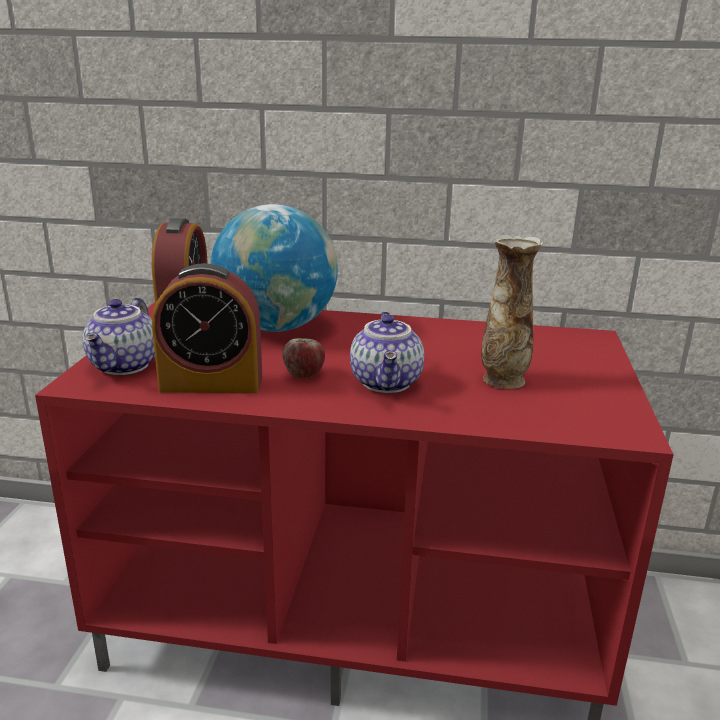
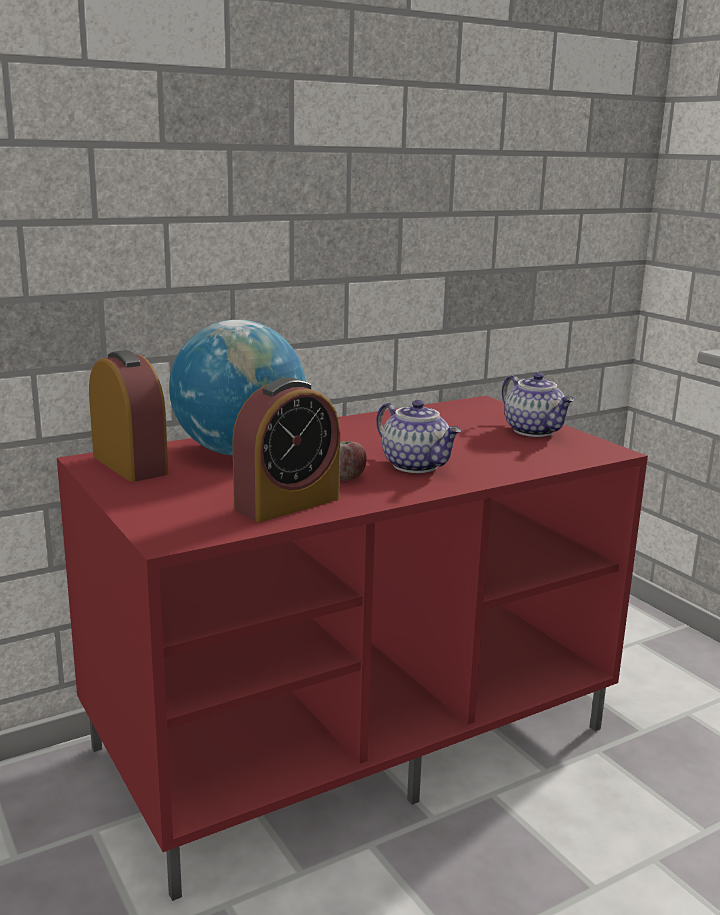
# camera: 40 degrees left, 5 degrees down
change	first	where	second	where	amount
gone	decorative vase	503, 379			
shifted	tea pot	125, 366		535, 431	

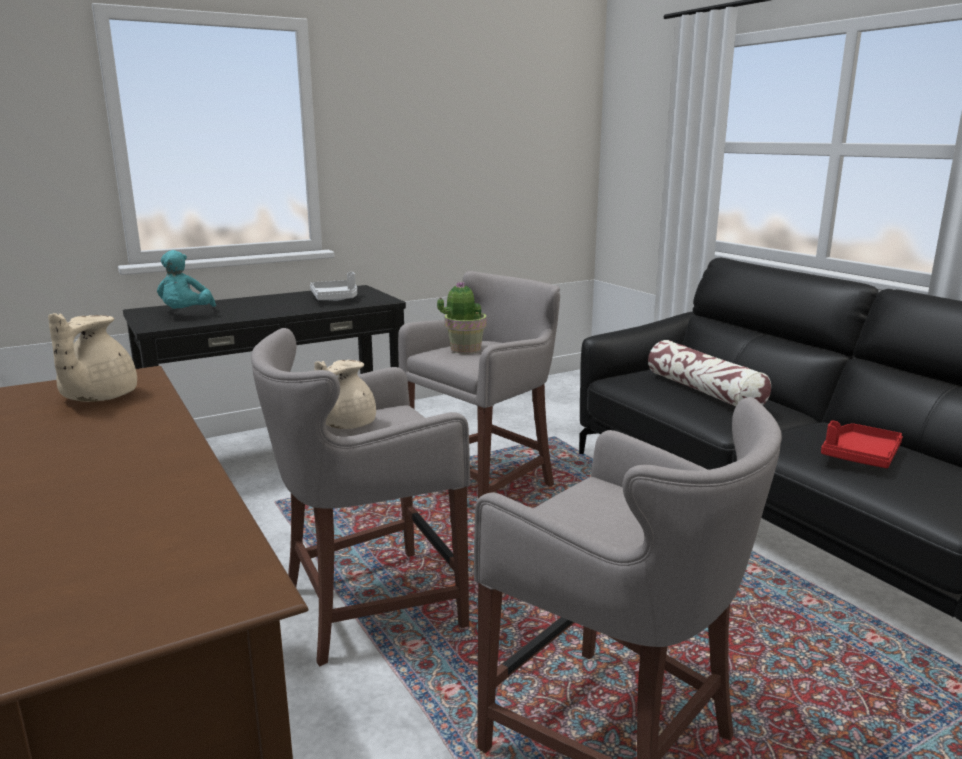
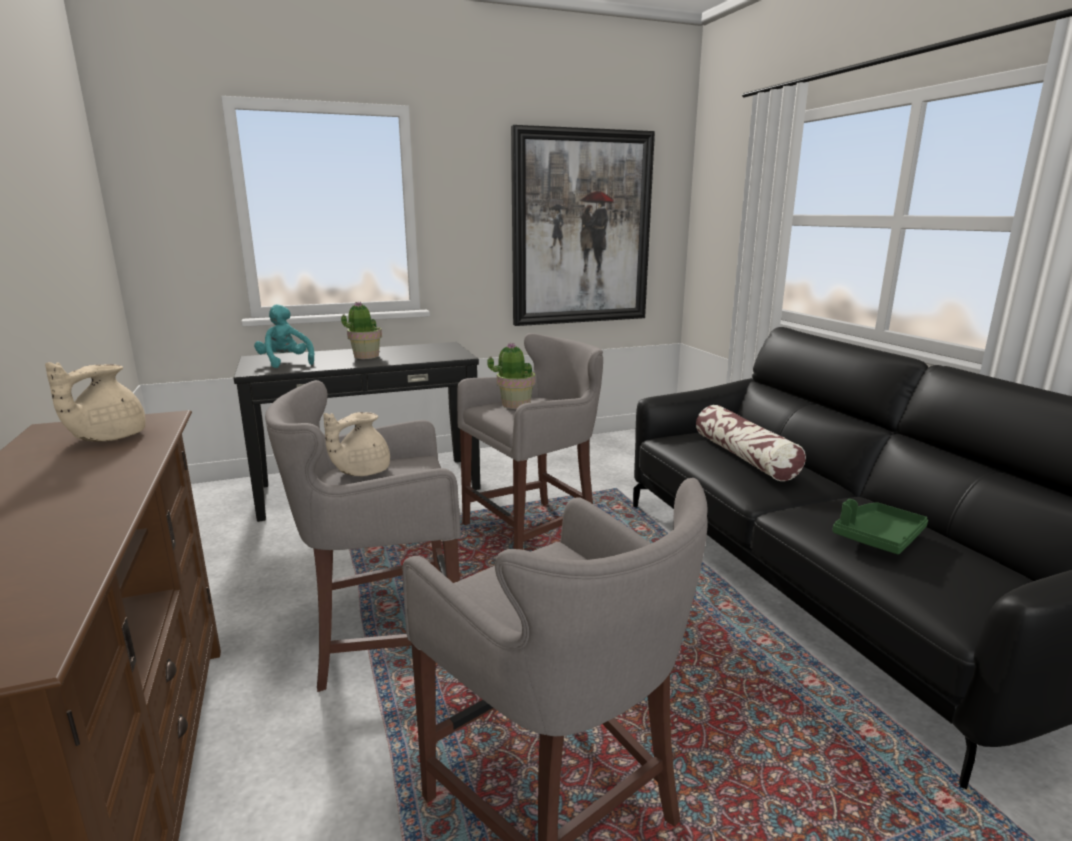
# camera: 10 degrees right, 0 degrees up
change	first	where	second	where	amount
rotated	cuddly toy (blue-green)	186, 314		285, 363	135 degrees clockwise
gone	carrying tray (gray)	335, 298			
repainted	carrying tray (reddish)	860, 455	carrying tray (green-coloured)	877, 537	
new			picture	581, 229	
new			plant in a pot	365, 356	

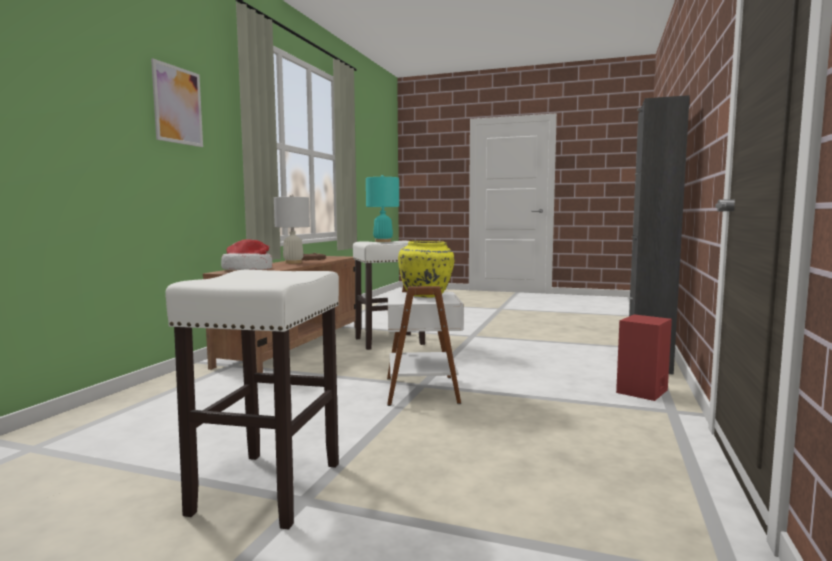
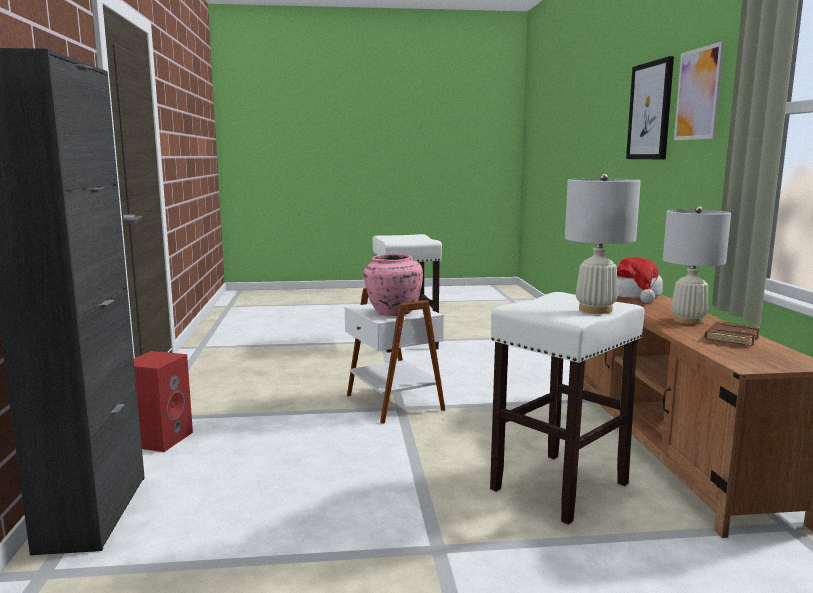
# camera: 155 degrees right, 5 degrees up
change	first	where	second	where	amount
repainted	lamp for a table (blue-green)	383, 241	lamp for a table (whitish)	595, 309	
repainted	decorative vase (yellow-coloured)	426, 295	decorative vase (pinkish)	392, 312	
new			picture	650, 111	

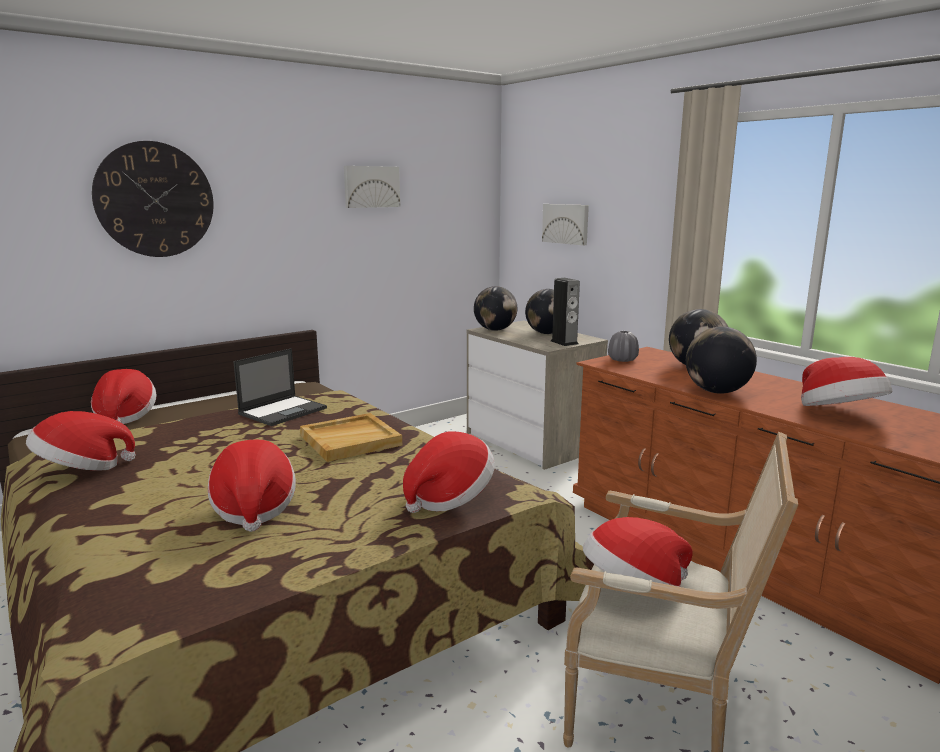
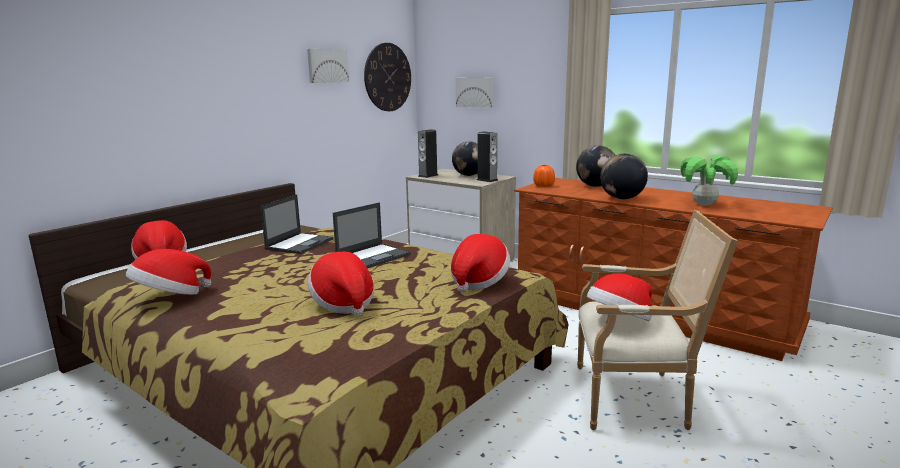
# camera: 15 degrees left, 0 degrees up
change	first	where	second	where	amount
shifted	hanging clock	155, 200		387, 77	
swapped	desk globe	495, 330	speaker	428, 175	
repainted	decorative vase (gray)	622, 359	decorative vase (orange)	543, 186	
swapped	wearable hat	838, 415	plant in a pot	704, 204	
swapped	carrying tray (beige-coloured)	351, 440	laptop	373, 256	

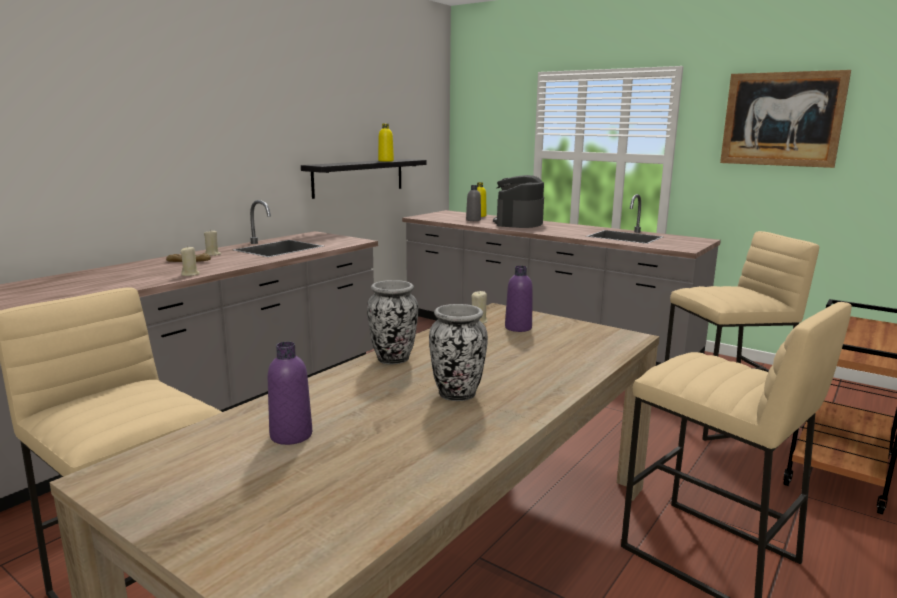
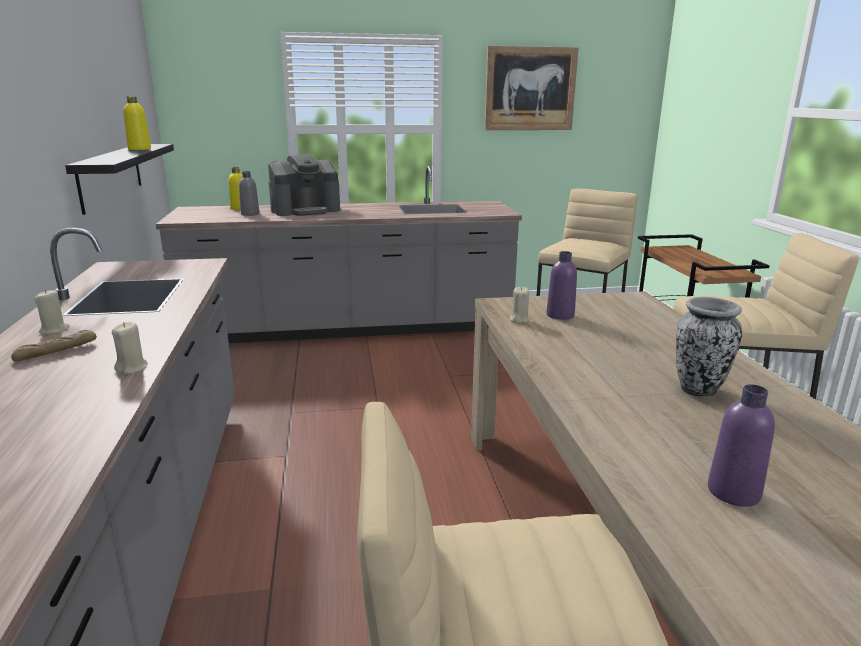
# camera: 45 degrees left, 5 degrees up
change	first	where	second	where	amount
rotated	coffee brewer	518, 223		305, 210	90 degrees counterclockwise
gone	decorative vase	393, 360			

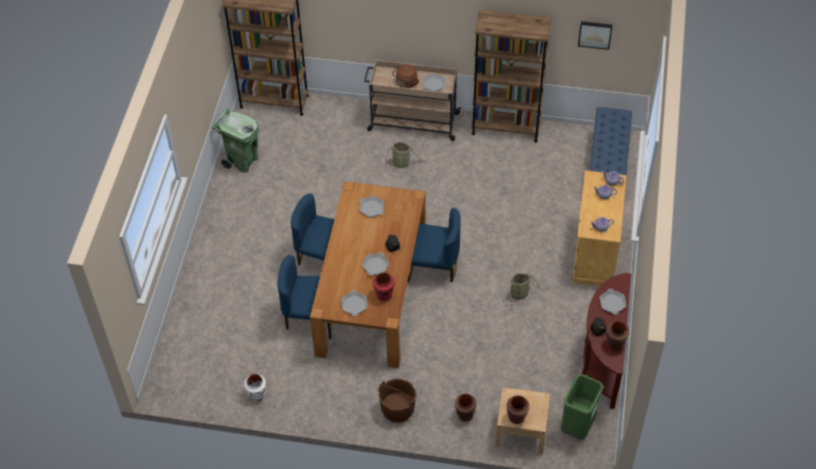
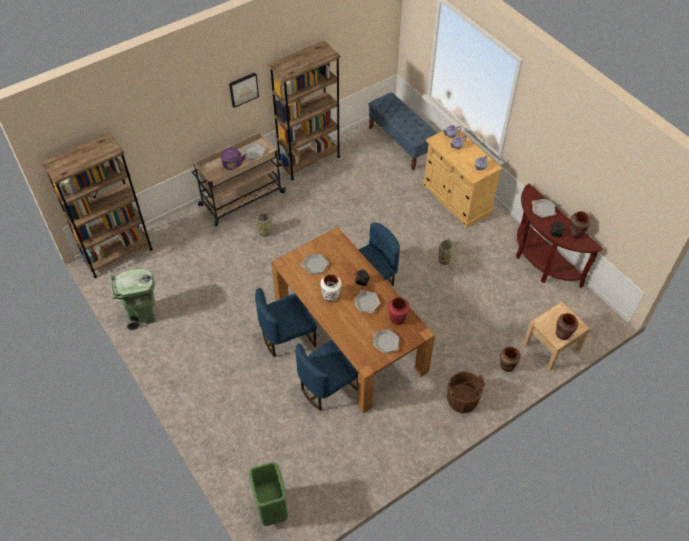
# camera: 45 degrees left, 0 degrees up
change	first	where	second	where	amount
shifted	picture	595, 34		243, 89	
repainted	tea kettle (brownish)	406, 84	tea kettle (purple)	232, 165	
shifted	decorative vase (whitish)	257, 395		331, 296	
shifted	waste bin (green-coloured)	577, 426		271, 509	

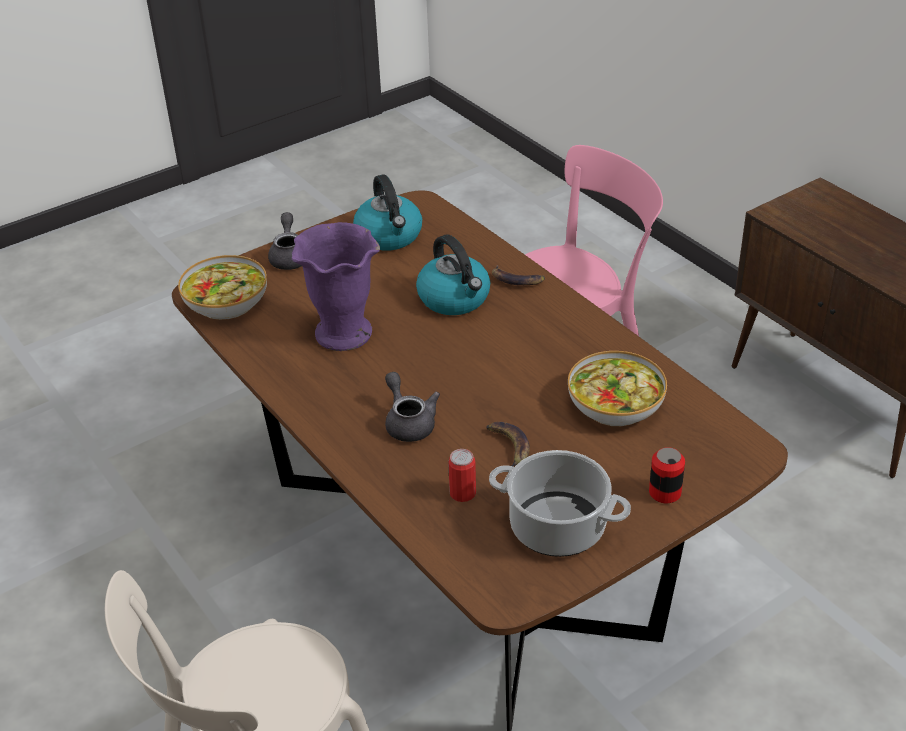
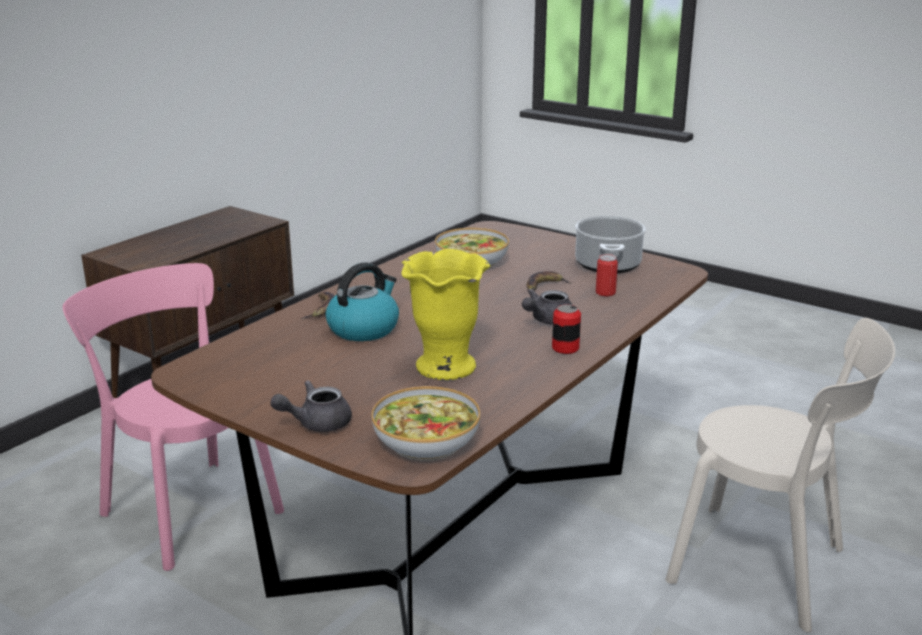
# camera: 110 degrees left, 15 degrees down
change	first	where	second	where	amount
gone	tea kettle	389, 236			
repainted	decorative vase (purple)	344, 333	decorative vase (yellow-coloured)	445, 366	
shifted	metal can	665, 492		565, 348	

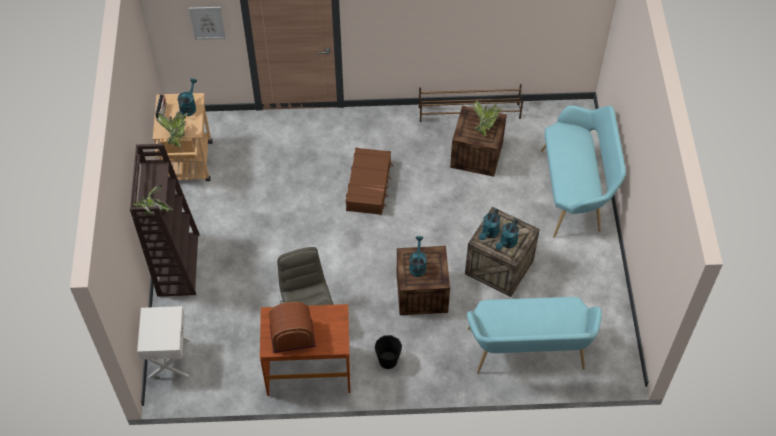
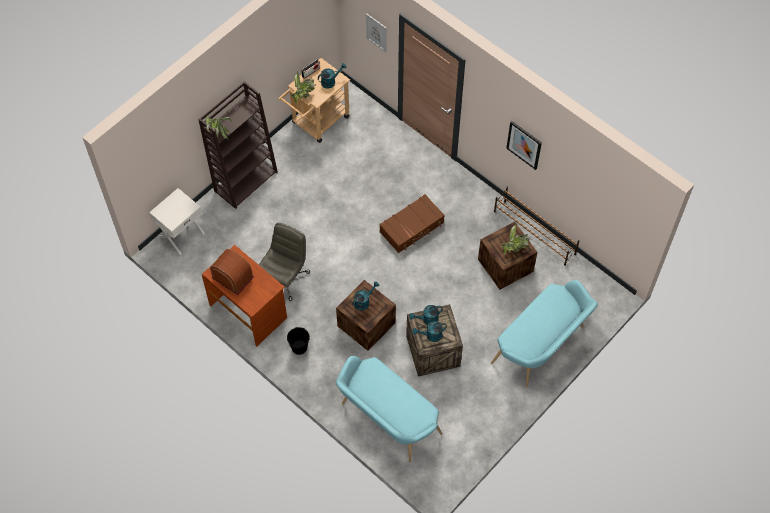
# camera: 45 degrees right, 5 degrees up
change	first	where	second	where	amount
new			picture	524, 144	

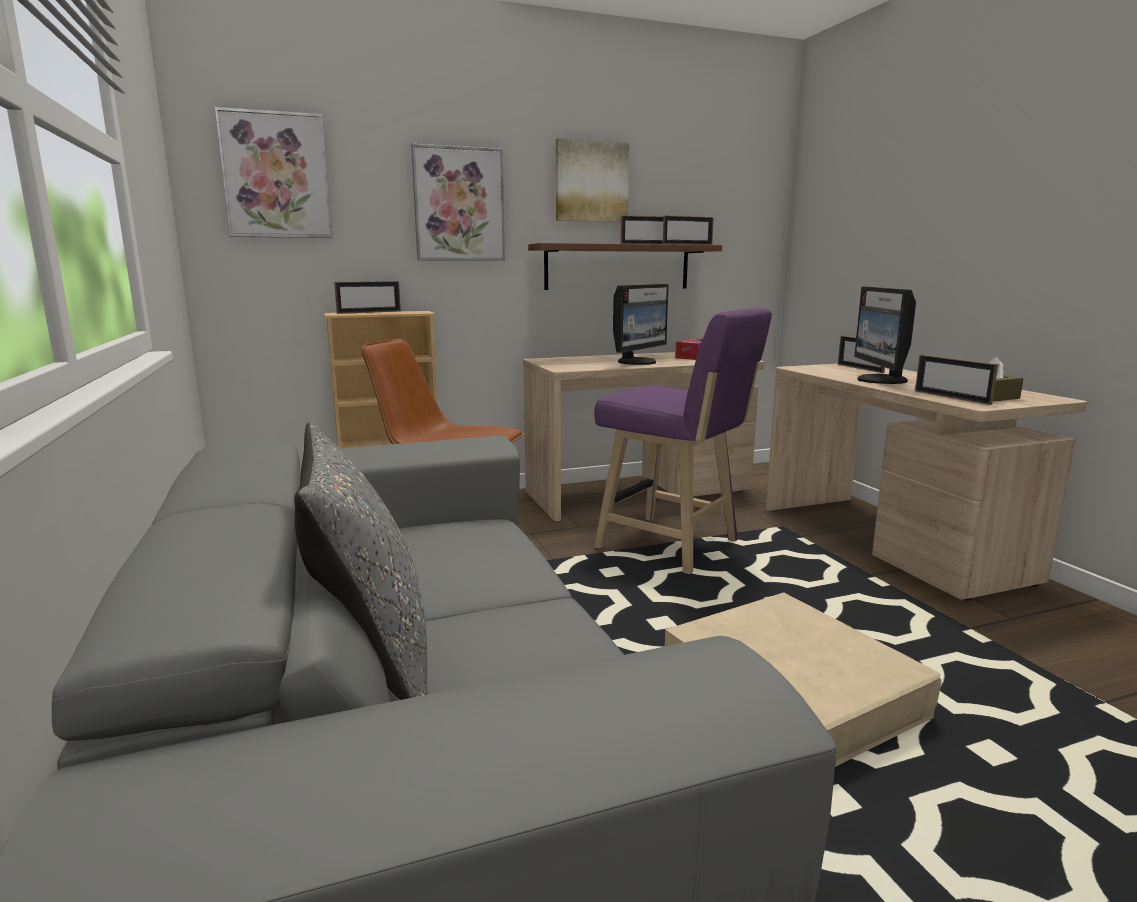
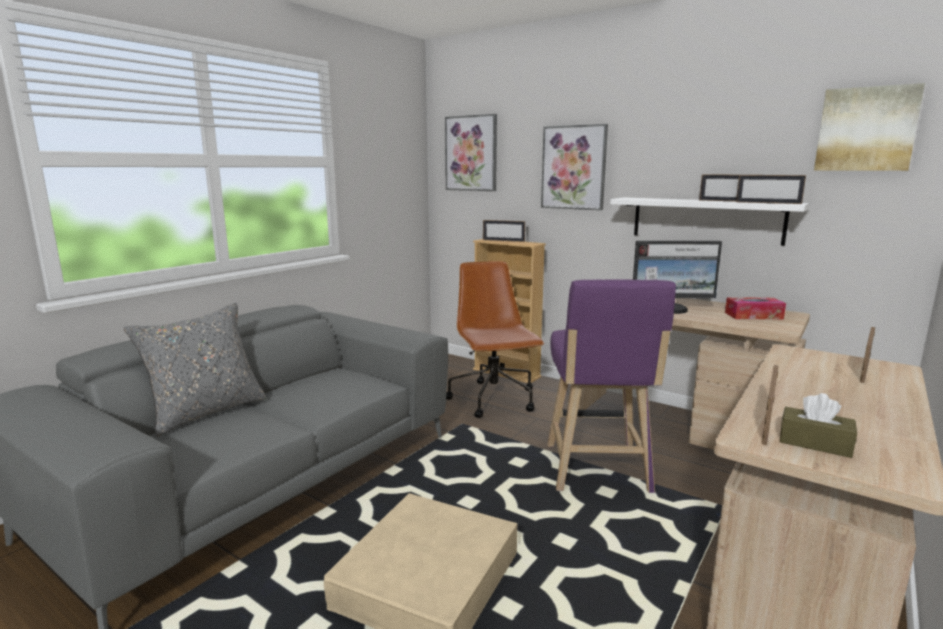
# camera: 55 degrees right, 0 degrees up
change	first	where	second	where	amount
shifted	picture	591, 182		866, 129	
repainted	bracket shelf (brownish)	618, 267	bracket shelf (whitish)	706, 220	
gone	monitor	880, 380			

